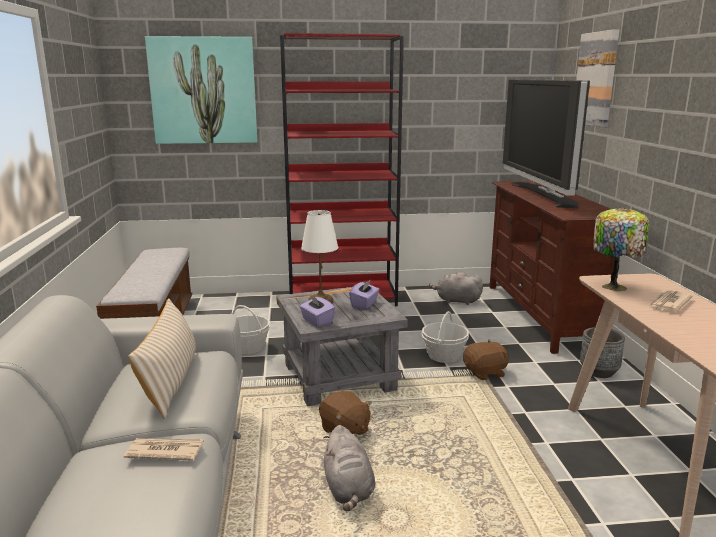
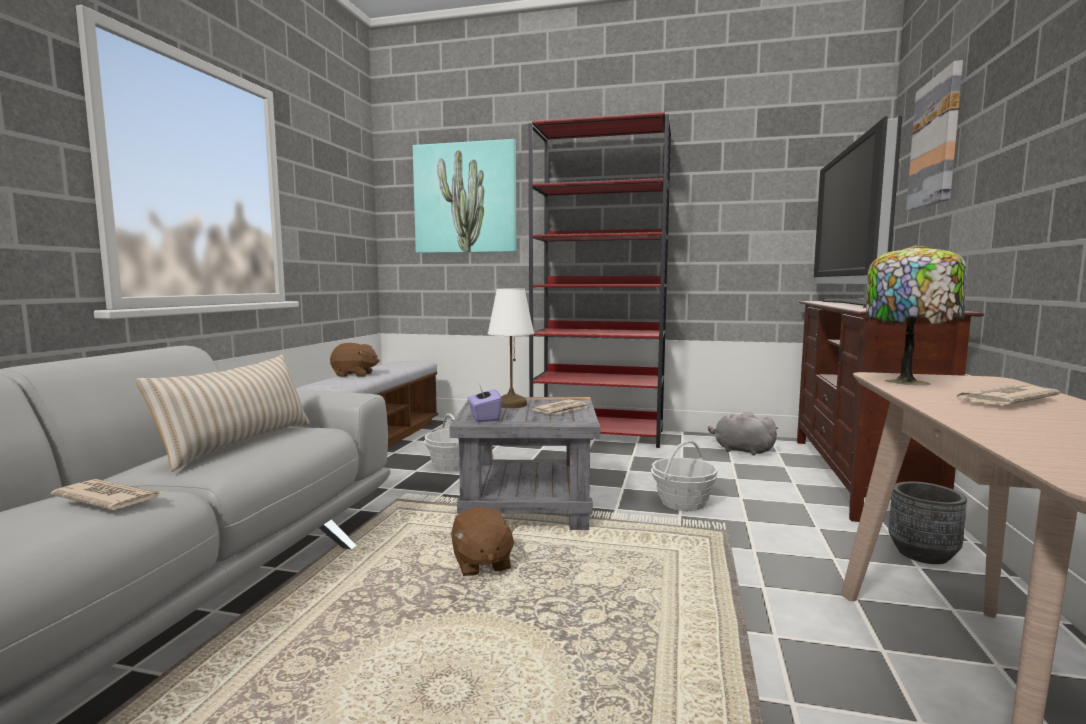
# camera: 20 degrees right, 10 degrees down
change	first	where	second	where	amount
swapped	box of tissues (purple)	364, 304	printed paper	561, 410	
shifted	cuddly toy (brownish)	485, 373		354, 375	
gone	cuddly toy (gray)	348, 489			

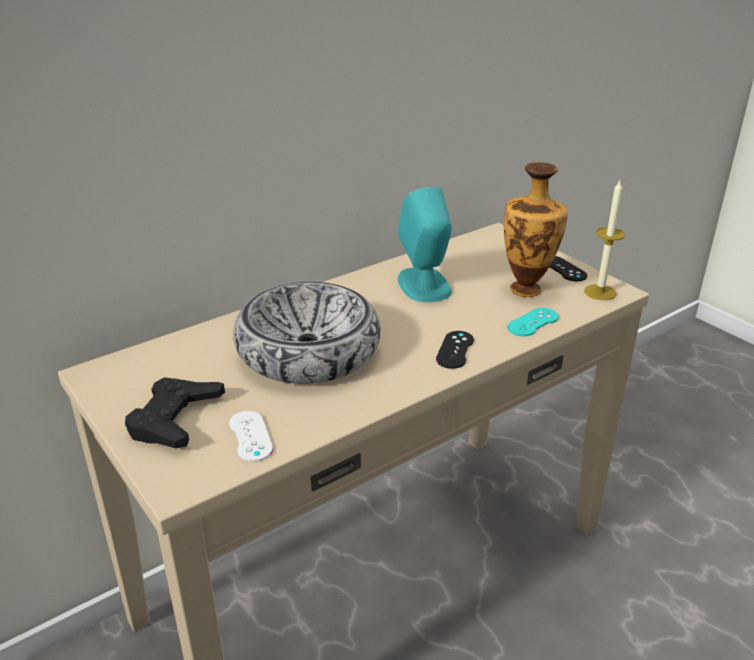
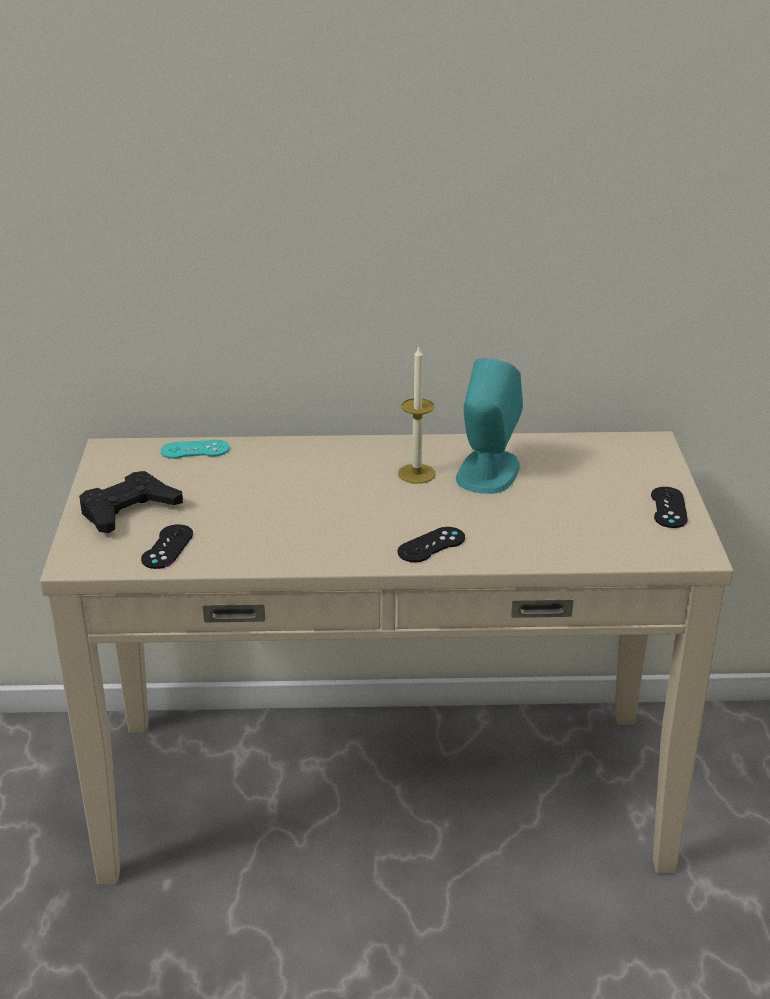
# camera: 35 degrees right, 0 degrees up
change	first	where	second	where	amount
gone	decorative vase	527, 288			
shifted	wax candle	600, 292		416, 473	
gone	serving bowl	309, 350			
shifted	game controller (blue-green)	533, 322		195, 450	
repainted	game controller (whitish)	250, 436	game controller (black-coloured)	167, 547	

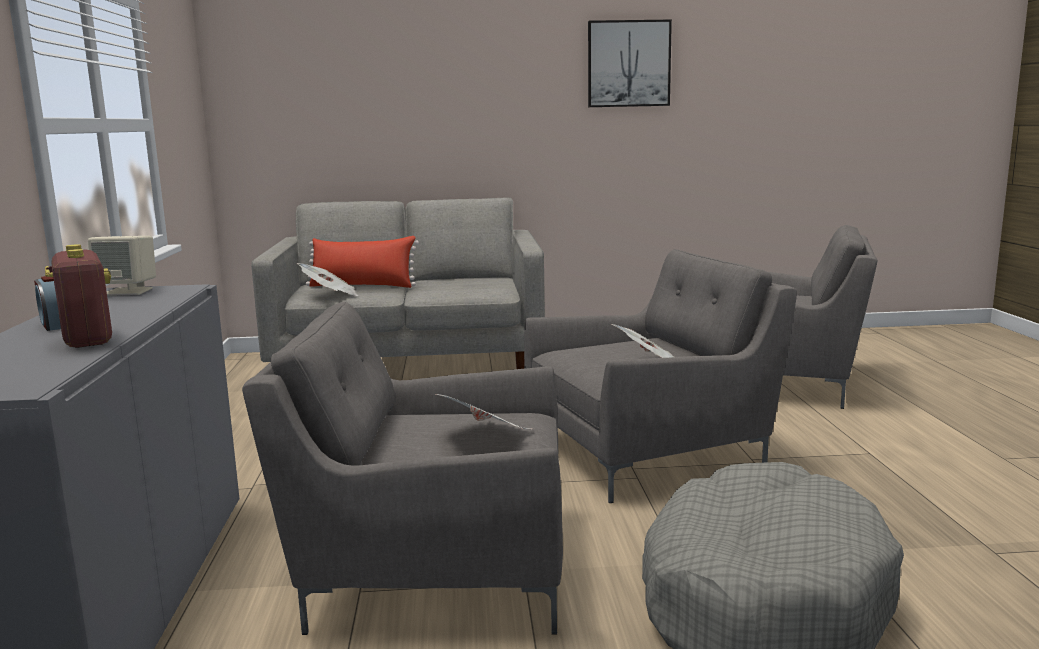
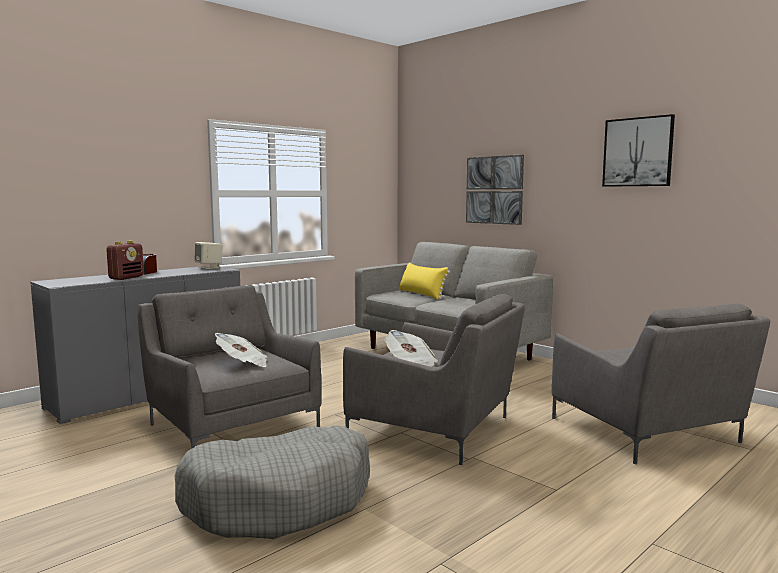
# camera: 50 degrees right, 5 degrees down
change	first	where	second	where	amount
repainted	pillow (reddish)	362, 286	pillow (yellow-coloured)	421, 294	
gone	printed paper	330, 295			
new			picture	494, 190	

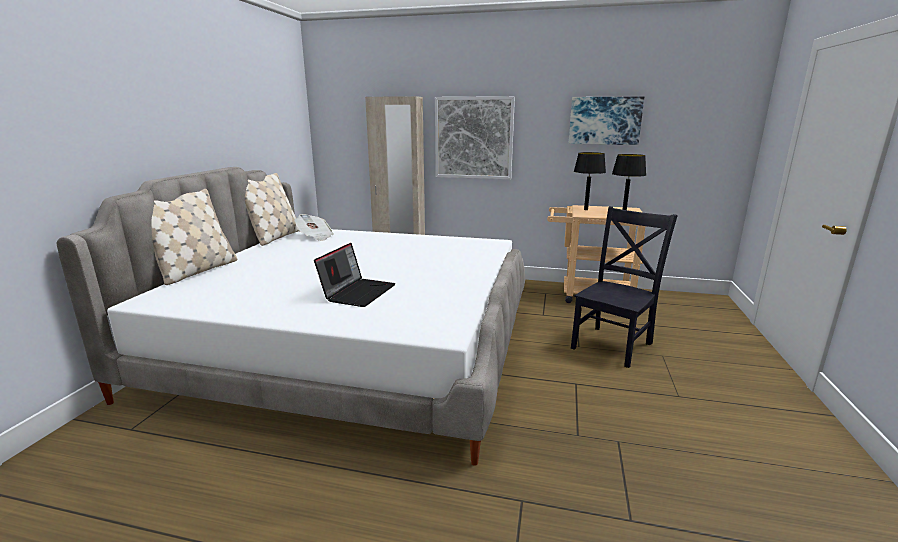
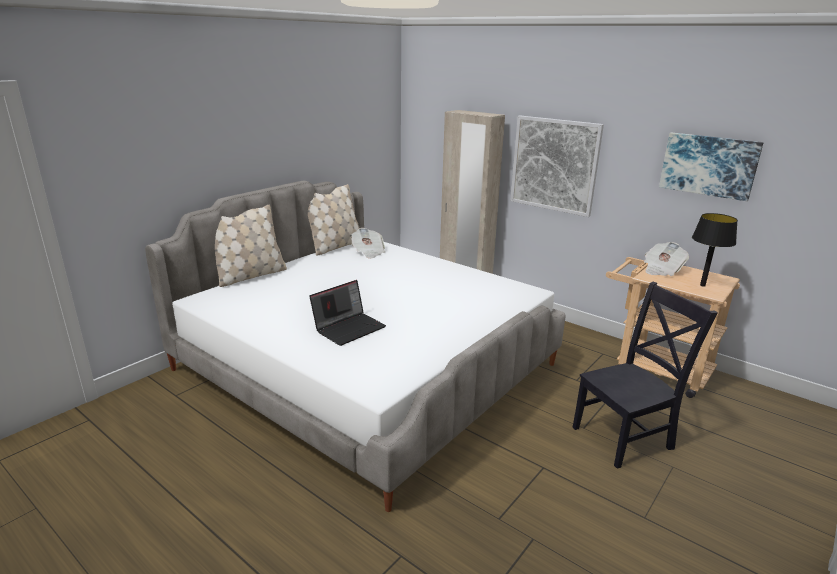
# camera: 25 degrees right, 5 degrees up
change	first	where	second	where	amount
swapped	lamp for a table (black-coloured)	586, 209	printed paper	661, 270	

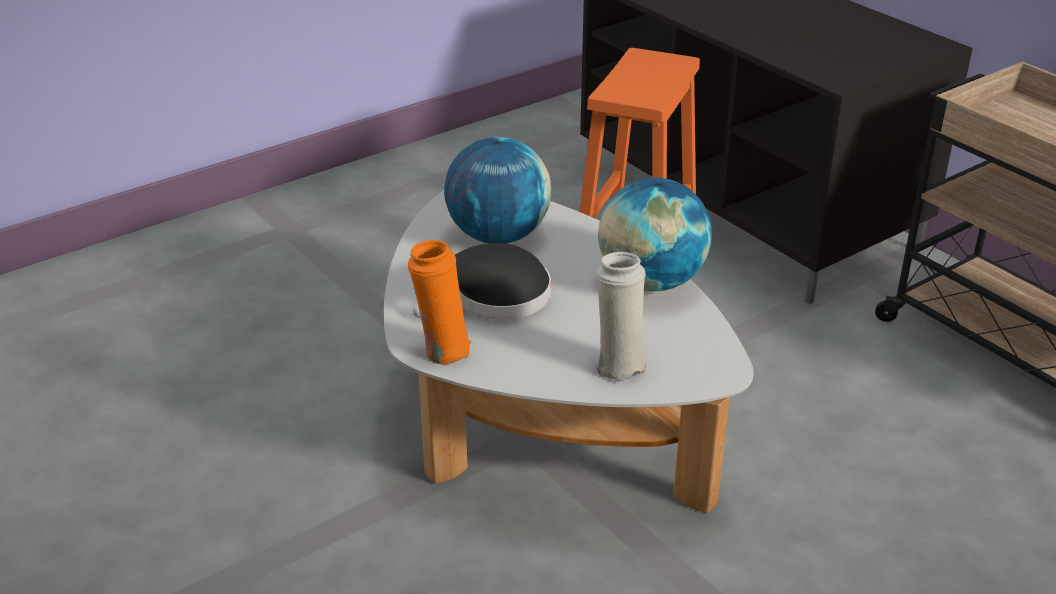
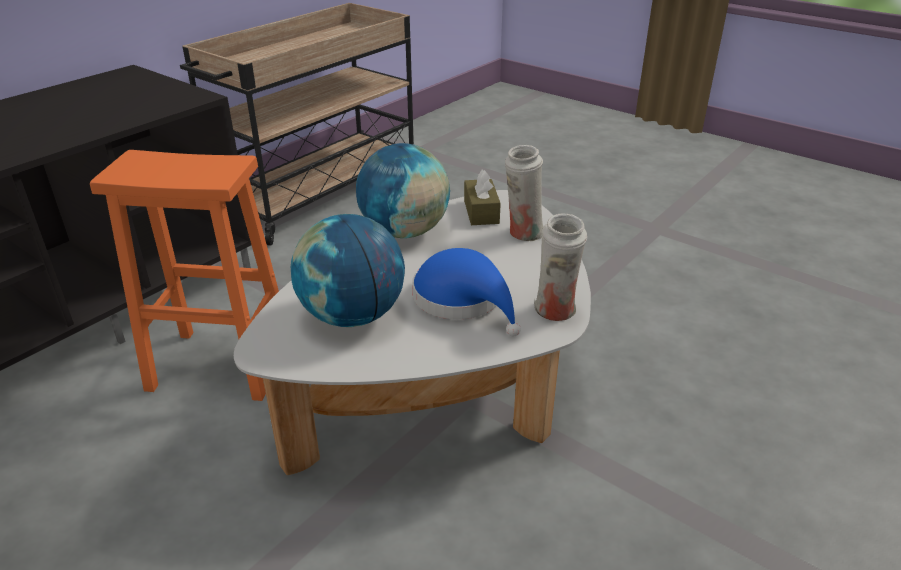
# camera: 105 degrees left, 0 degrees up
change	first	where	second	where	amount
repainted	decorative vase (orange)	442, 350	decorative vase (whitish)	555, 312	
repainted	wearable hat (black-coloured)	493, 298	wearable hat (bluish)	463, 300	
new			box of tissues (brownish)	481, 212	

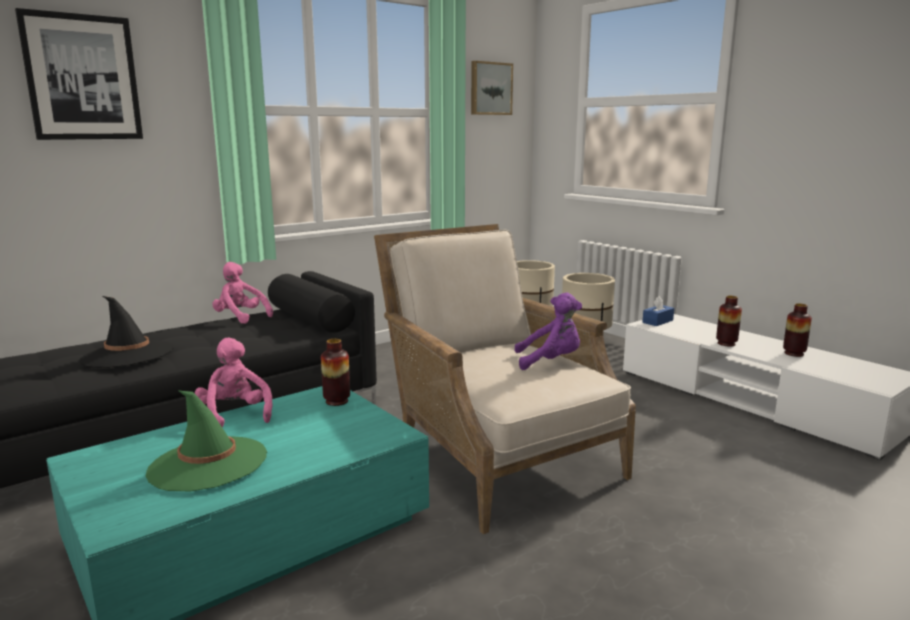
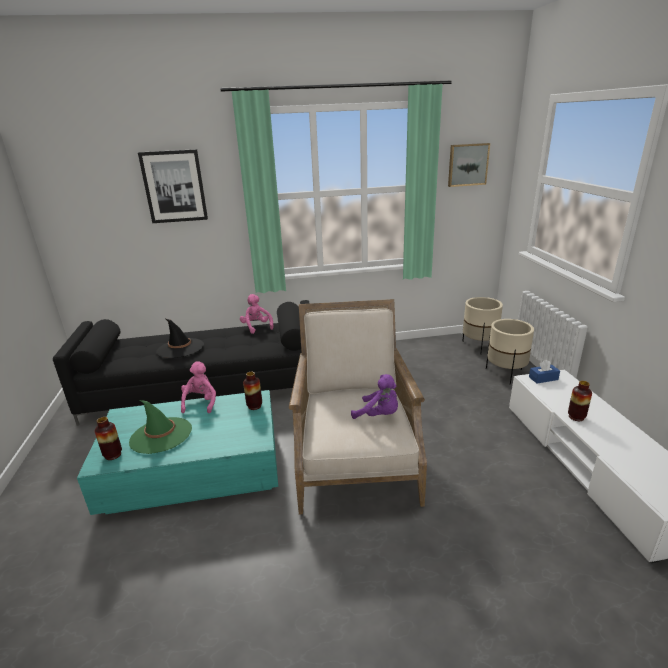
# camera: 30 degrees right, 10 degrees up
change	first	where	second	where	amount
shifted	decorative vase	794, 353		113, 455	

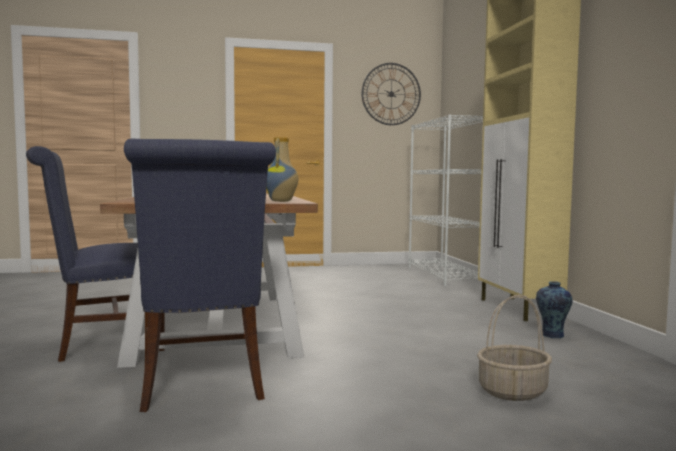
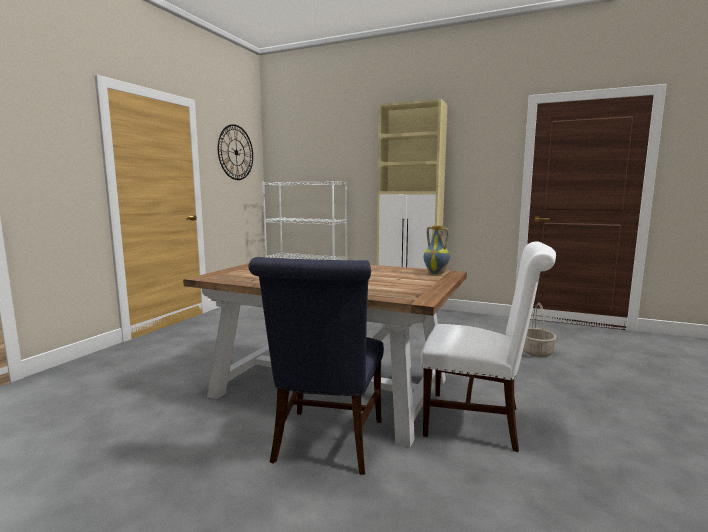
# camera: 55 degrees left, 5 degrees up
change	first	where	second	where	amount
repainted	upright chair (bluish)	202, 386	upright chair (whitish)	480, 421	
gone	decorative vase	552, 335			

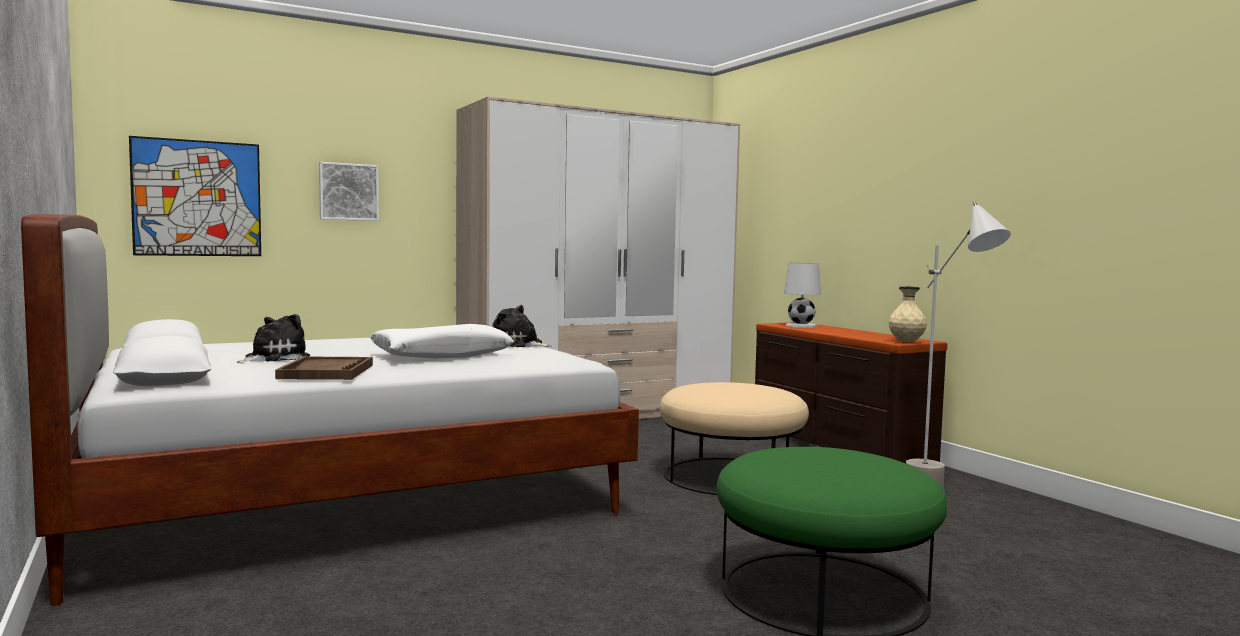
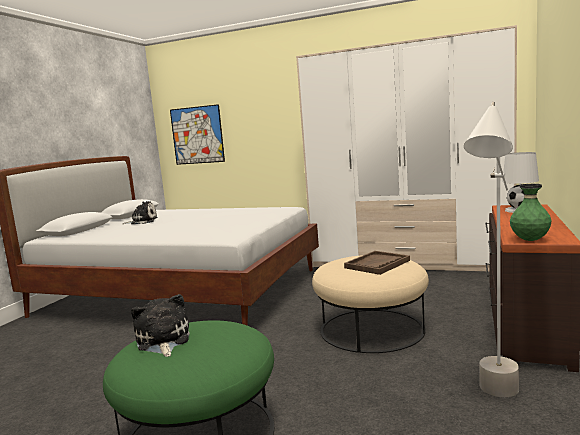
# camera: 50 degrees right, 5 degrees up
change	first	where	second	where	amount
gone	picture	348, 192			
repainted	decorative vase (beige-coloured)	906, 342	decorative vase (green-coloured)	529, 240	
shifted	cuddly toy	518, 344		163, 341	
gone	pillow (whitish)	441, 355			
shifted	carrying tray (brownish)	327, 372		377, 264	

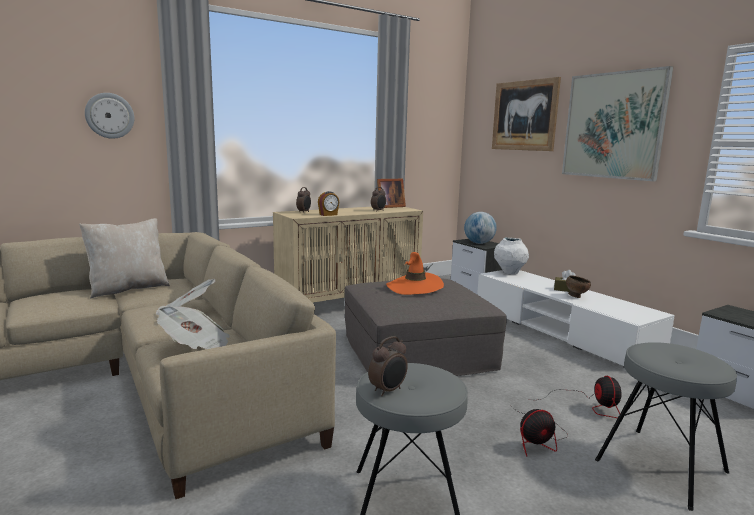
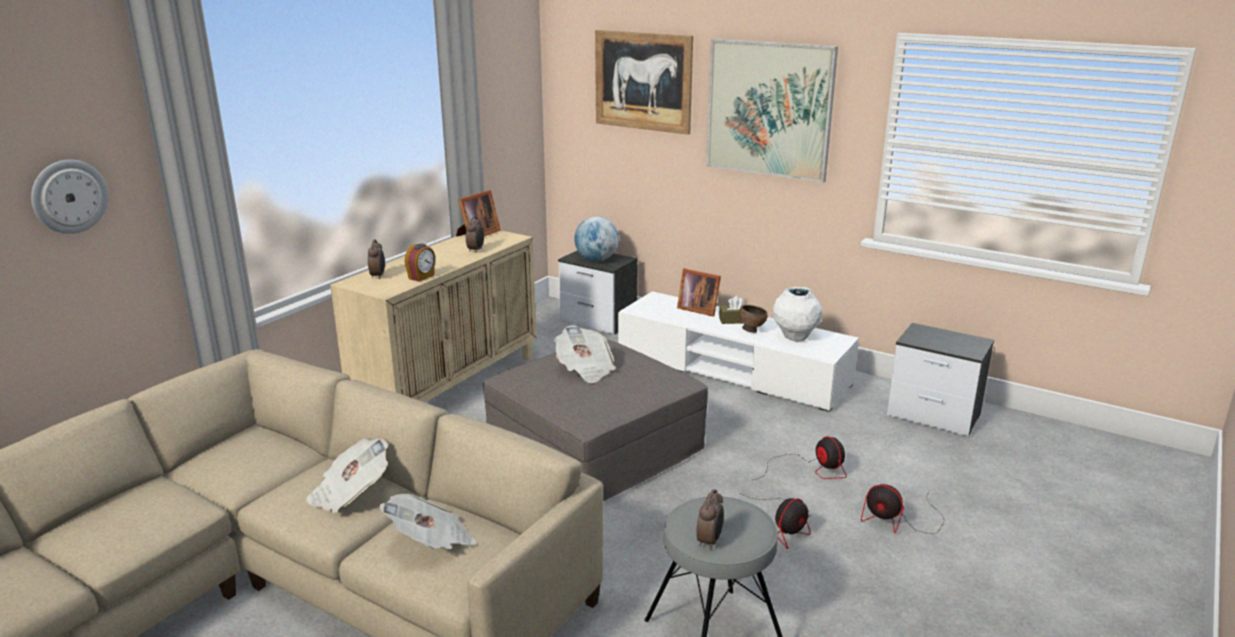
# camera: 25 degrees left, 10 degrees up
change	first	where	second	where	amount
gone	pillow (beige-coloured)	128, 289			
shifted	decorative vase (whitish)	509, 273		795, 337	
swapped	wearable hat (orange)	414, 287	printed paper	585, 369	
swapped	stool seat (gray)	661, 466	cooling fan	899, 520	
new			picture frame	697, 309	

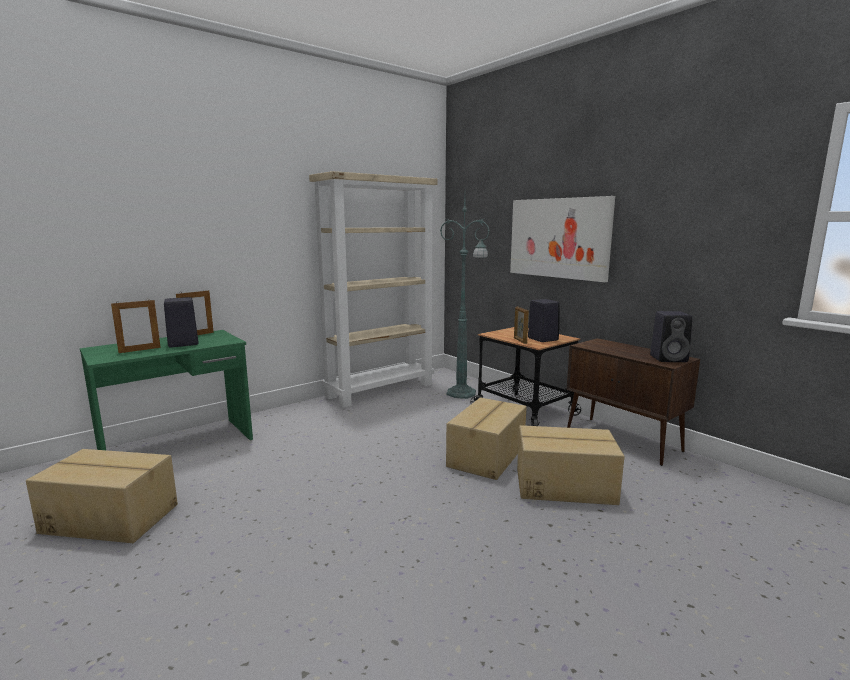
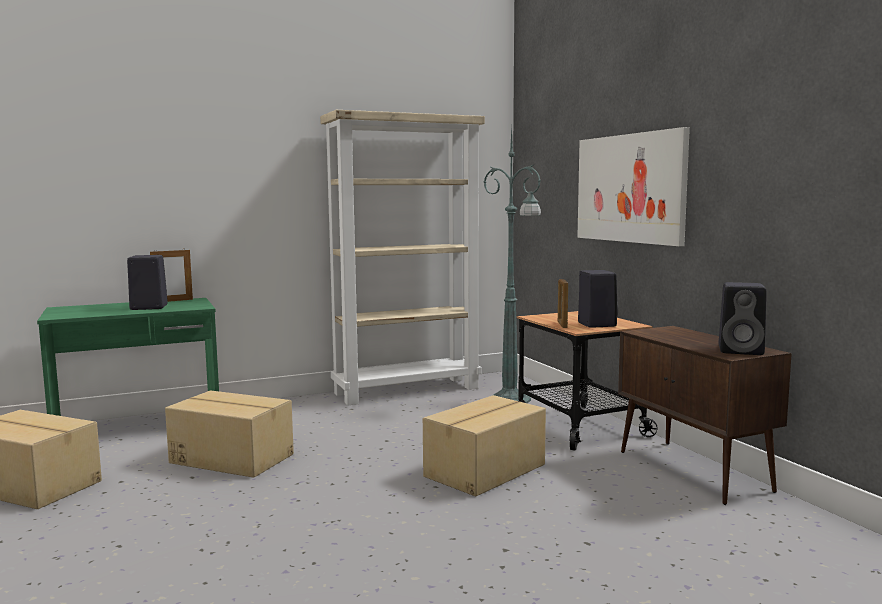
# camera: 15 degrees right, 5 degrees down
change	first	where	second	where	amount
gone	picture frame	140, 350			
shifted	cardboard box	564, 485		232, 458	

